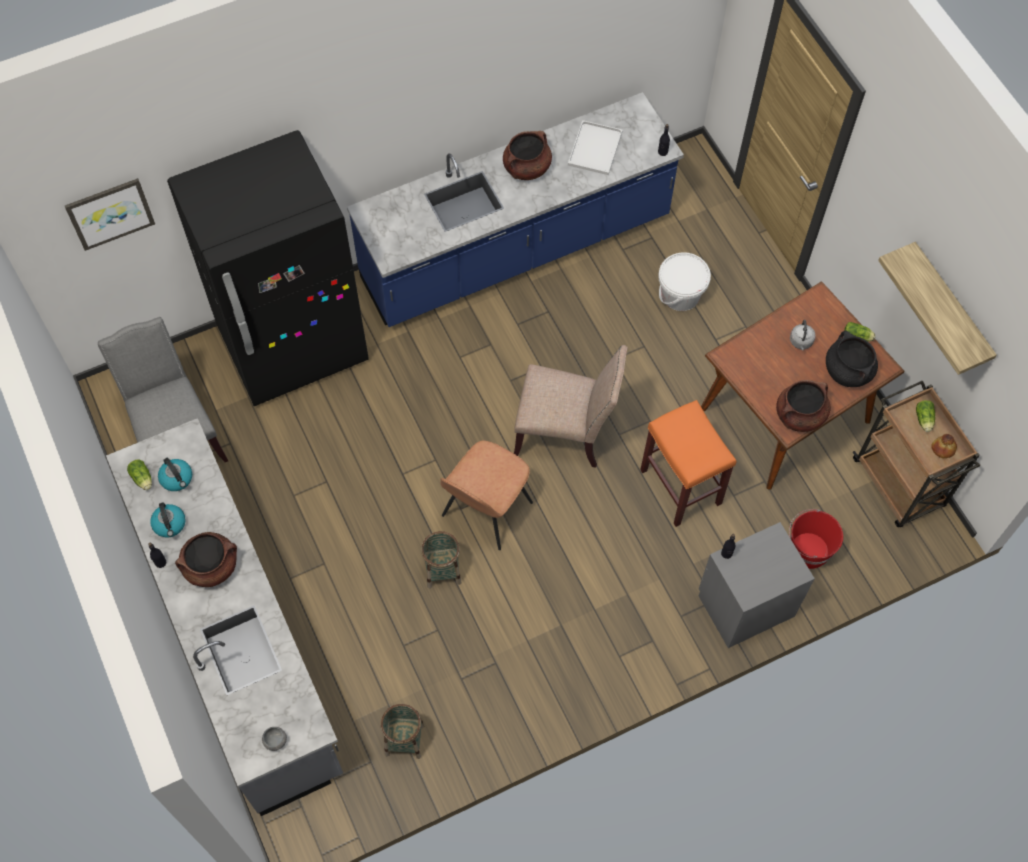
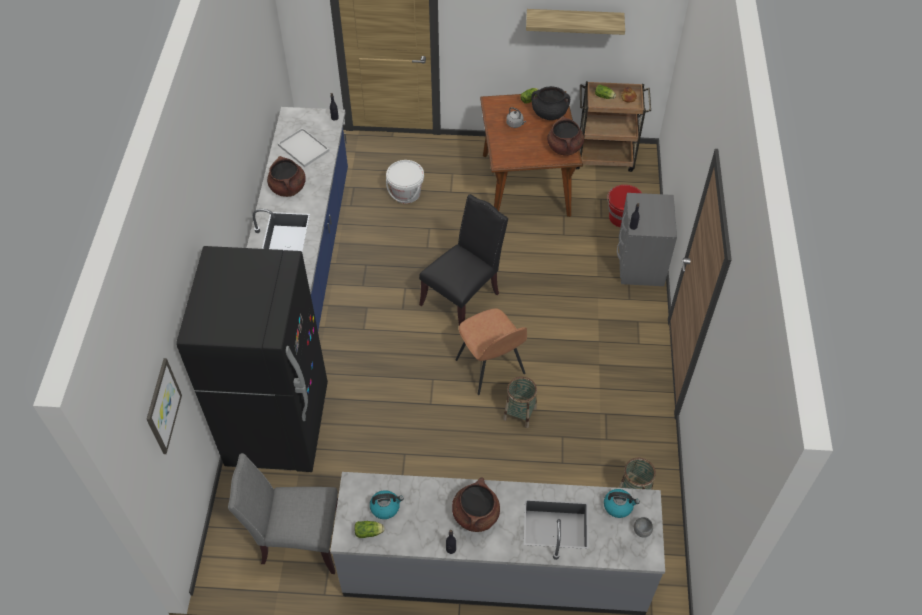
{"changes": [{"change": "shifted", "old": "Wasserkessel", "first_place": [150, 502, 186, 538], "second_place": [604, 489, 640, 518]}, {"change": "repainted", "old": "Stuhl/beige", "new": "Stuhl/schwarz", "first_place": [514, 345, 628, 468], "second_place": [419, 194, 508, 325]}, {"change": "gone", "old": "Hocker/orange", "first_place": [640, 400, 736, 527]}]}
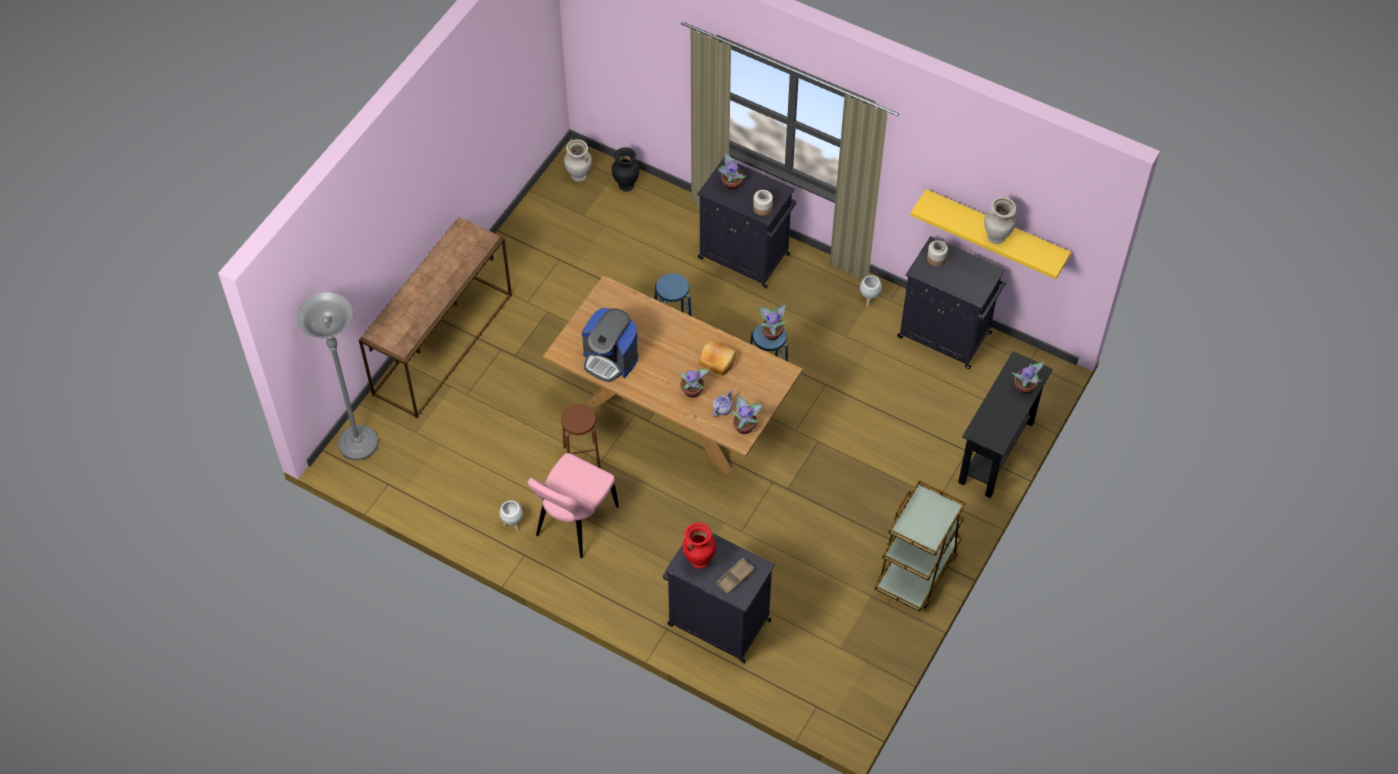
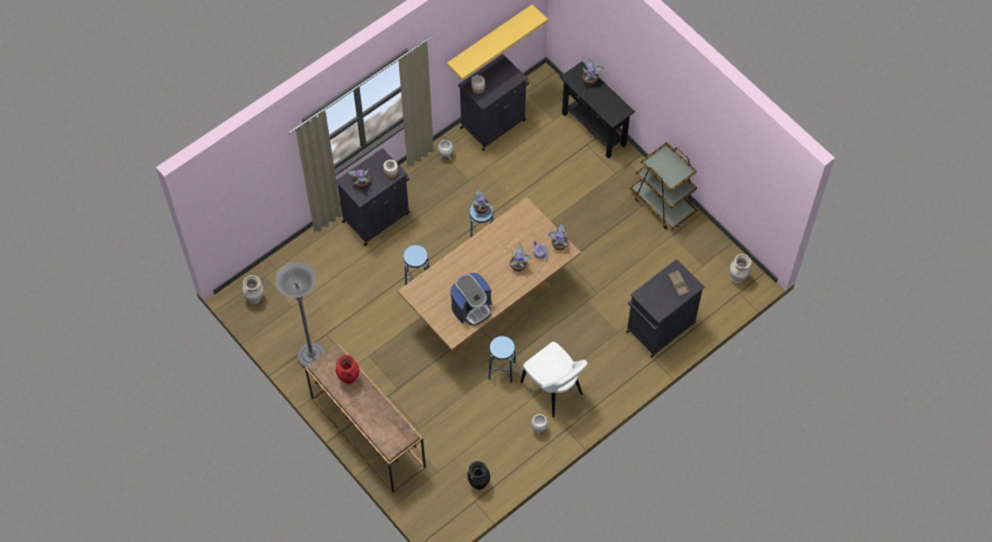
{"changes": [{"change": "shifted", "old": "Stehlampe/grau", "first_place": [296, 292, 378, 460], "second_place": [275, 262, 326, 368]}, {"change": "repainted", "old": "Stuhl/rosa", "new": "Stuhl/weiß", "first_place": [528, 453, 619, 558], "second_place": [521, 342, 588, 418]}, {"change": "repainted", "old": "Hocker/braun", "new": "Hocker/blau", "first_place": [561, 404, 601, 468], "second_place": [488, 336, 516, 383]}, {"change": "shifted", "old": "Vase/schwarz", "first_place": [612, 147, 640, 192], "second_place": [467, 461, 490, 490]}, {"change": "shifted", "old": "Vase/rot", "first_place": [682, 522, 716, 569], "second_place": [336, 355, 359, 384]}, {"change": "gone", "old": "Brot", "first_place": [699, 341, 736, 376]}, {"change": "shifted", "old": "Vase/beige", "first_place": [984, 197, 1016, 244], "second_place": [729, 254, 752, 284]}]}
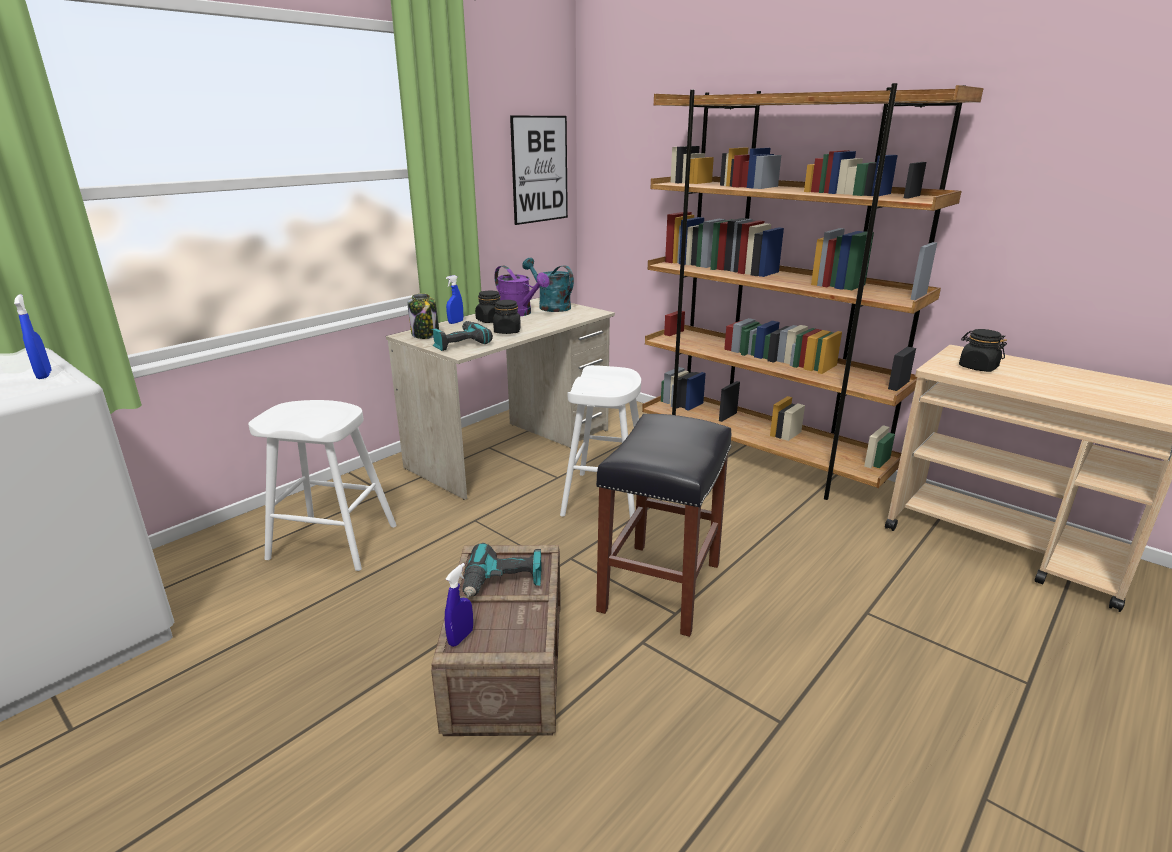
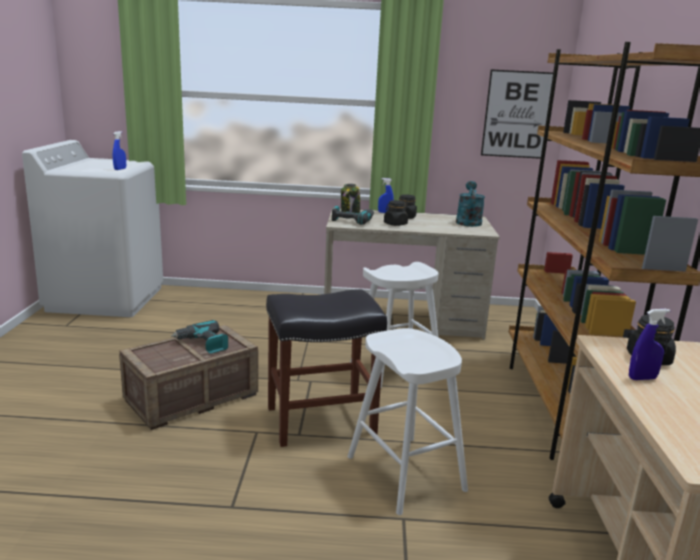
{"changes": [{"change": "shifted", "old": "Hocker/weiß", "first_place": [248, 400, 397, 571], "second_place": [348, 328, 468, 515]}, {"change": "shifted", "old": "Sprühflasche/blau", "first_place": [445, 563, 473, 647], "second_place": [629, 309, 670, 380]}, {"change": "gone", "old": "Gießkanne/lila", "first_place": [494, 266, 550, 316]}]}
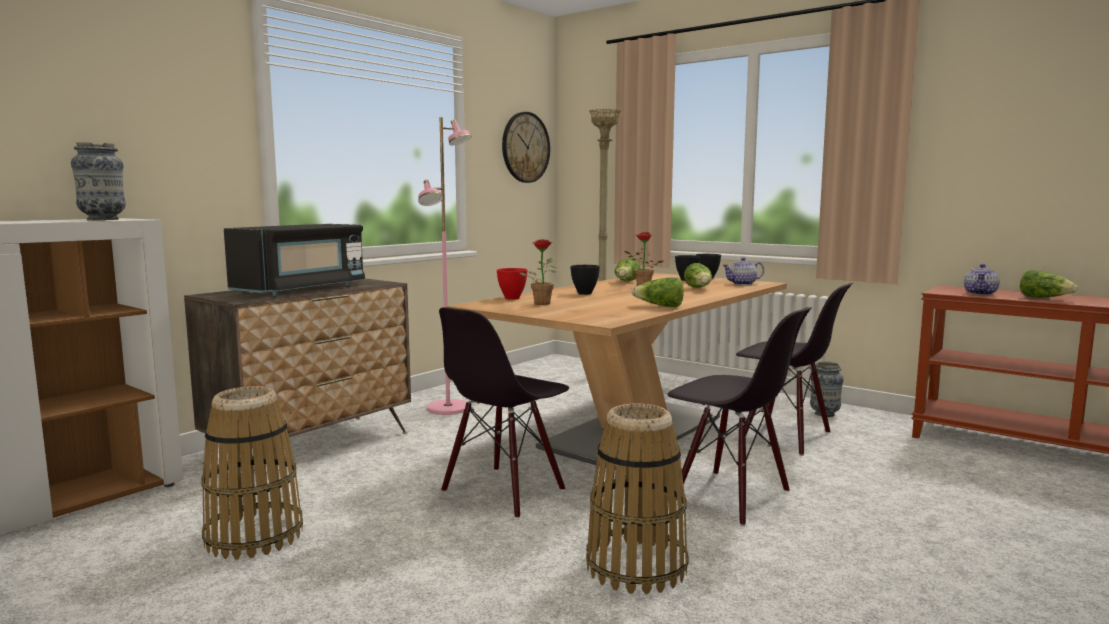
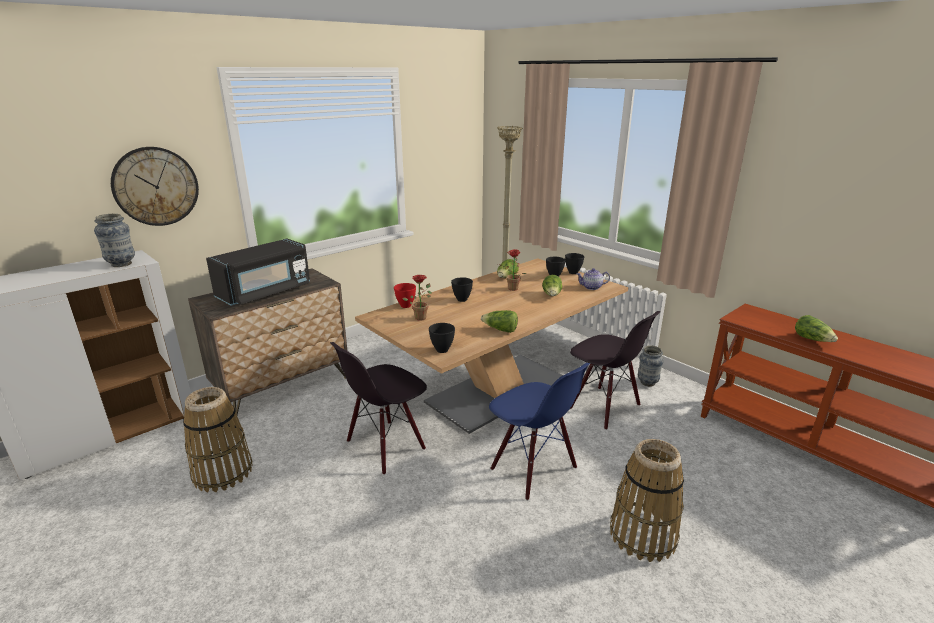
{"changes": [{"change": "gone", "old": "Stehlampe/rosa", "first_place": [418, 117, 472, 415]}, {"change": "shifted", "old": "Wanduhr", "first_place": [502, 112, 550, 183], "second_place": [111, 147, 199, 226]}, {"change": "shifted", "old": "Korb", "first_place": [586, 403, 689, 594], "second_place": [610, 439, 684, 562]}, {"change": "repainted", "old": "Stuhl/schwarz", "new": "Stuhl/blau", "first_place": [667, 307, 812, 526], "second_place": [489, 363, 590, 501]}, {"change": "gone", "old": "Teekanne", "first_place": [964, 264, 1000, 295]}, {"change": "new", "new": "Schüssel/schwarz", "second_place": [429, 323, 455, 353]}]}
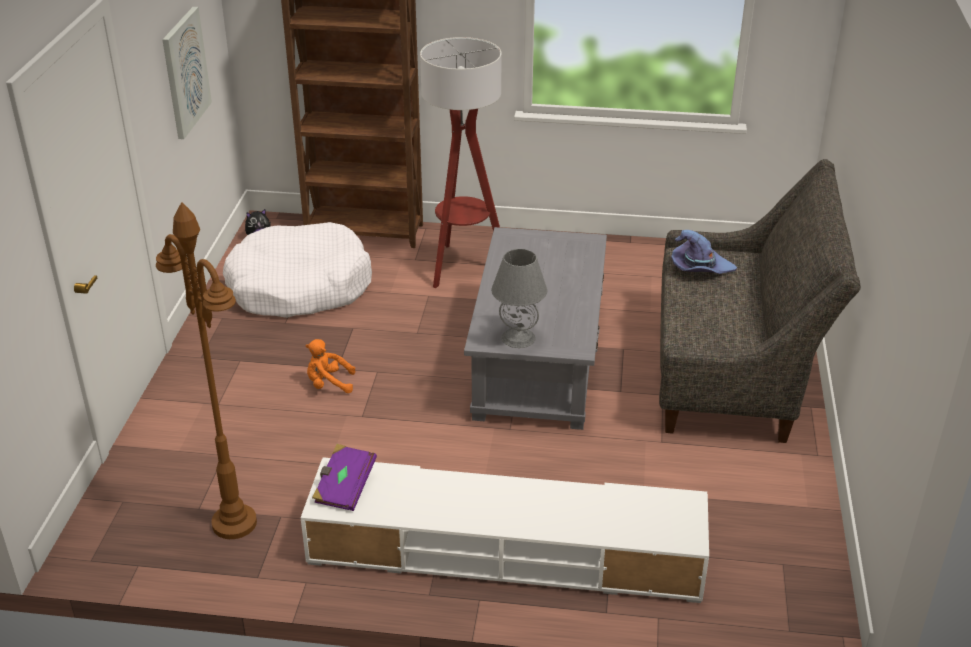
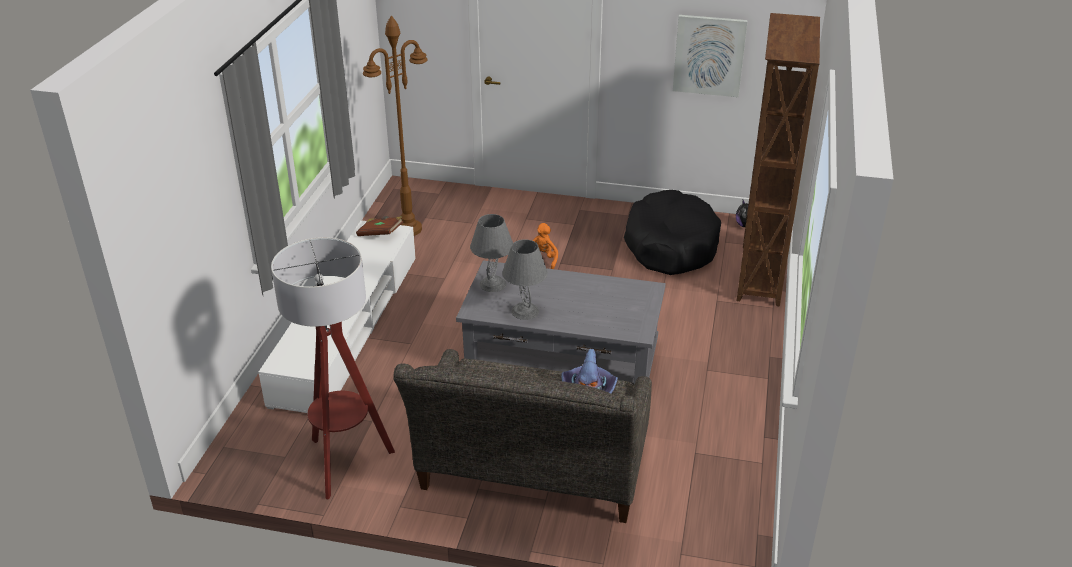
{"changes": [{"change": "repainted", "old": "Hundebett/weiß", "new": "Hundebett/schwarz", "first_place": [223, 222, 372, 318], "second_place": [624, 190, 721, 275]}, {"change": "repainted", "old": "Buch/lila", "new": "Buch/braun", "first_place": [312, 444, 377, 511], "second_place": [356, 216, 403, 236]}, {"change": "shifted", "old": "Stehlampe", "first_place": [420, 37, 502, 288], "second_place": [271, 237, 395, 499]}, {"change": "new", "new": "Tischlampe/grau", "second_place": [502, 239, 548, 320]}]}
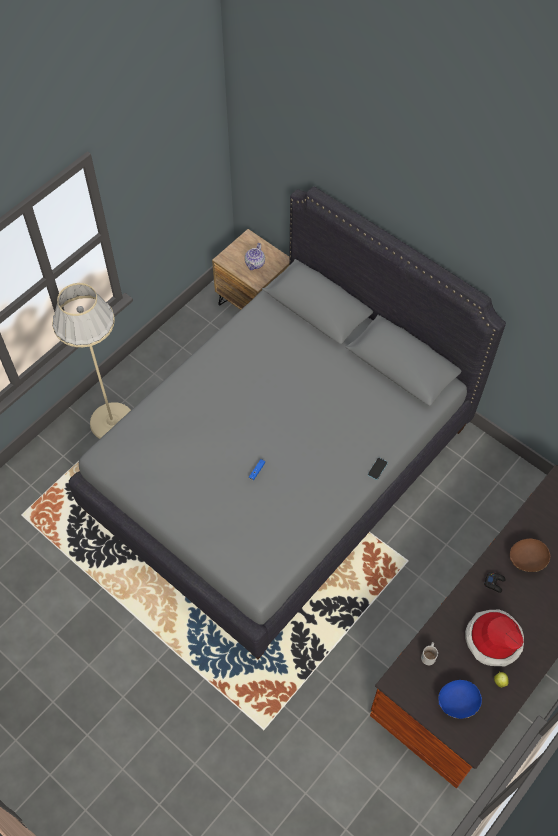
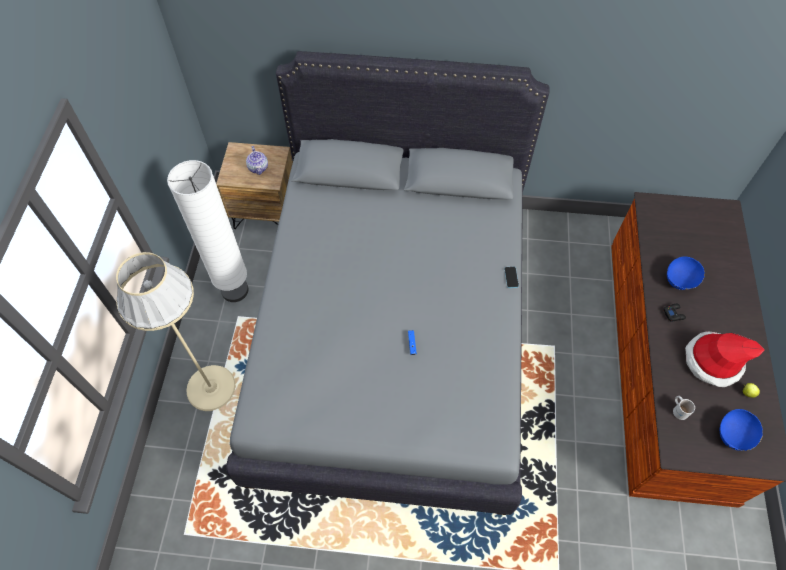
{"changes": [{"change": "repainted", "old": "Schüssel/braun", "new": "Schüssel/blau", "first_place": [510, 539, 550, 572], "second_place": [667, 256, 705, 290]}, {"change": "new", "new": "Stehlampe/weiß", "second_place": [167, 160, 249, 302]}]}
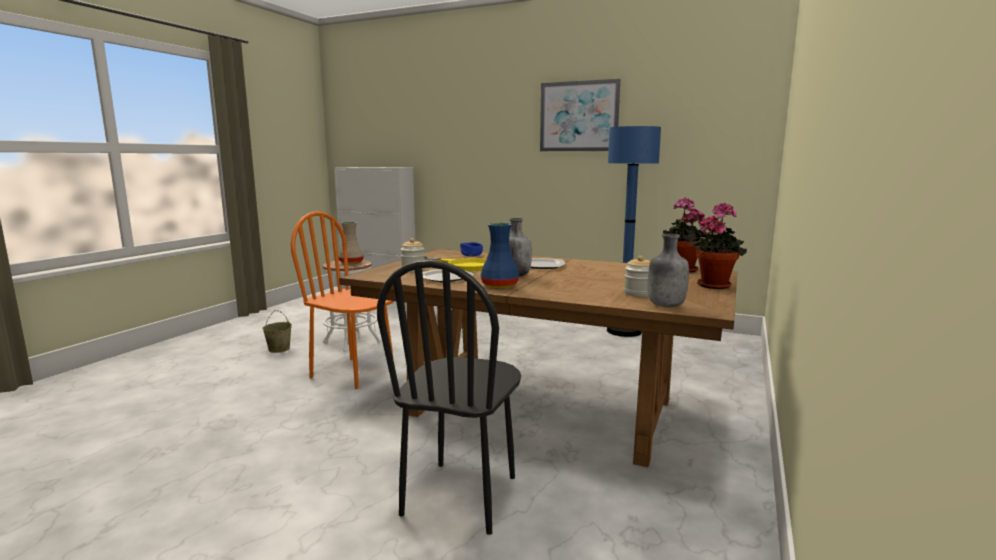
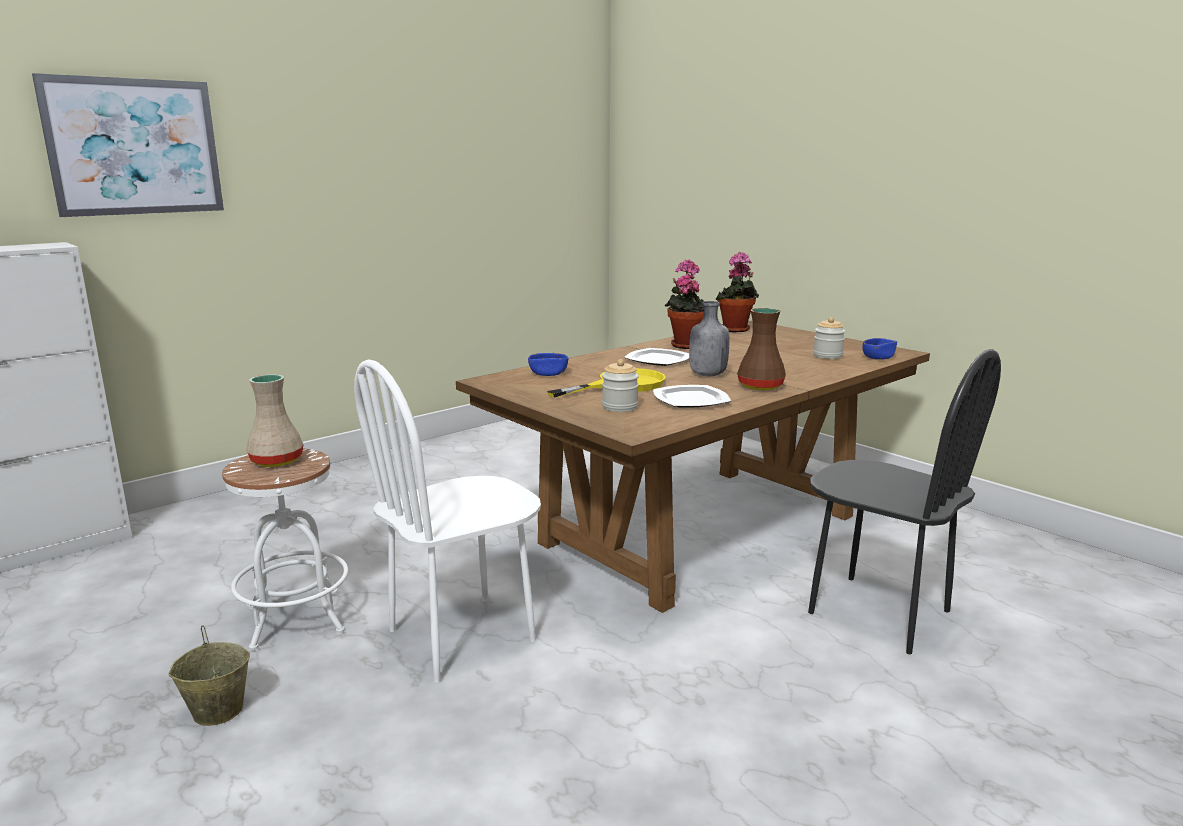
{"changes": [{"change": "repainted", "old": "Stuhl/orange", "new": "Stuhl/weiß", "first_place": [291, 212, 394, 389], "second_place": [354, 360, 541, 683]}, {"change": "repainted", "old": "Vase/blau", "new": "Vase/braun", "first_place": [480, 223, 519, 289], "second_place": [737, 308, 786, 391]}, {"change": "shifted", "old": "Bild", "first_place": [540, 79, 620, 151], "second_place": [32, 73, 224, 217]}, {"change": "gone", "old": "Stehlampe/blau", "first_place": [607, 126, 661, 337]}, {"change": "swapped", "old": "Flasche/grau", "new": "Schüssel/blau", "first_place": [648, 234, 689, 307], "second_place": [863, 338, 897, 360]}, {"change": "shifted", "old": "Topfpflanze", "first_place": [690, 202, 747, 289], "second_place": [665, 260, 704, 349]}]}
